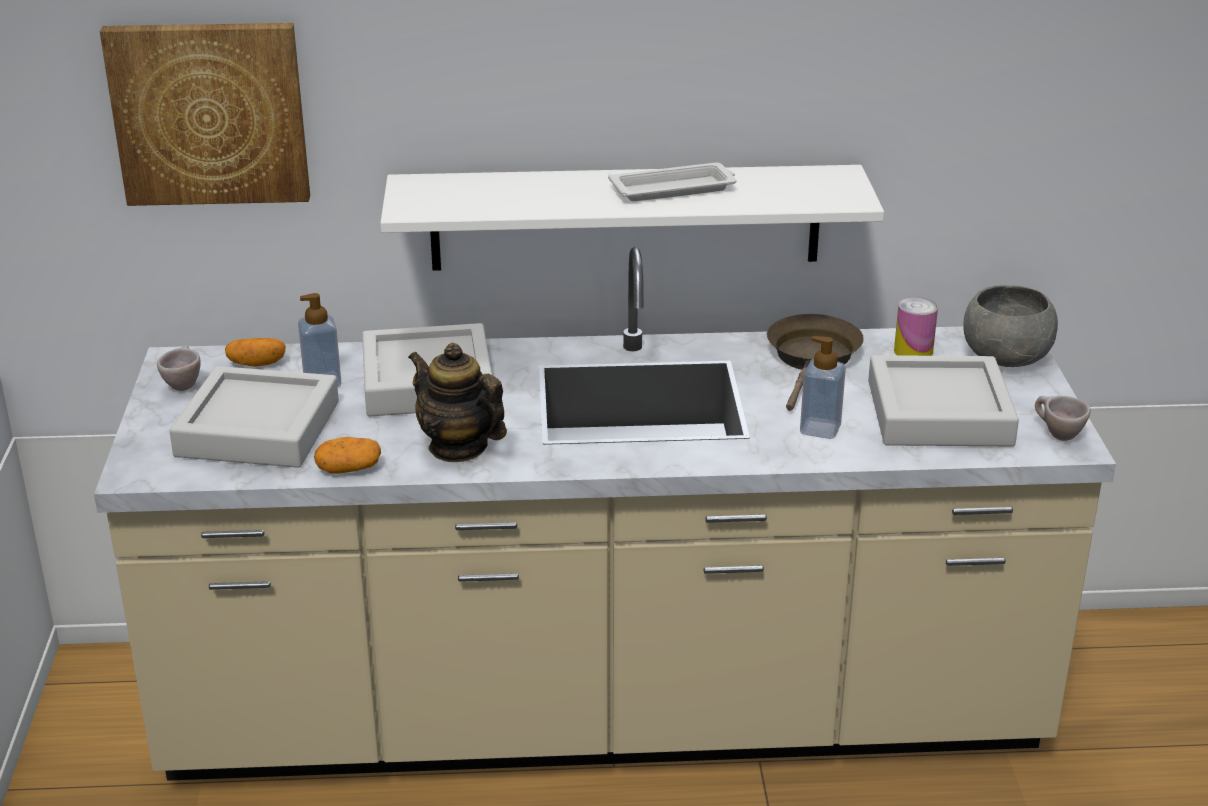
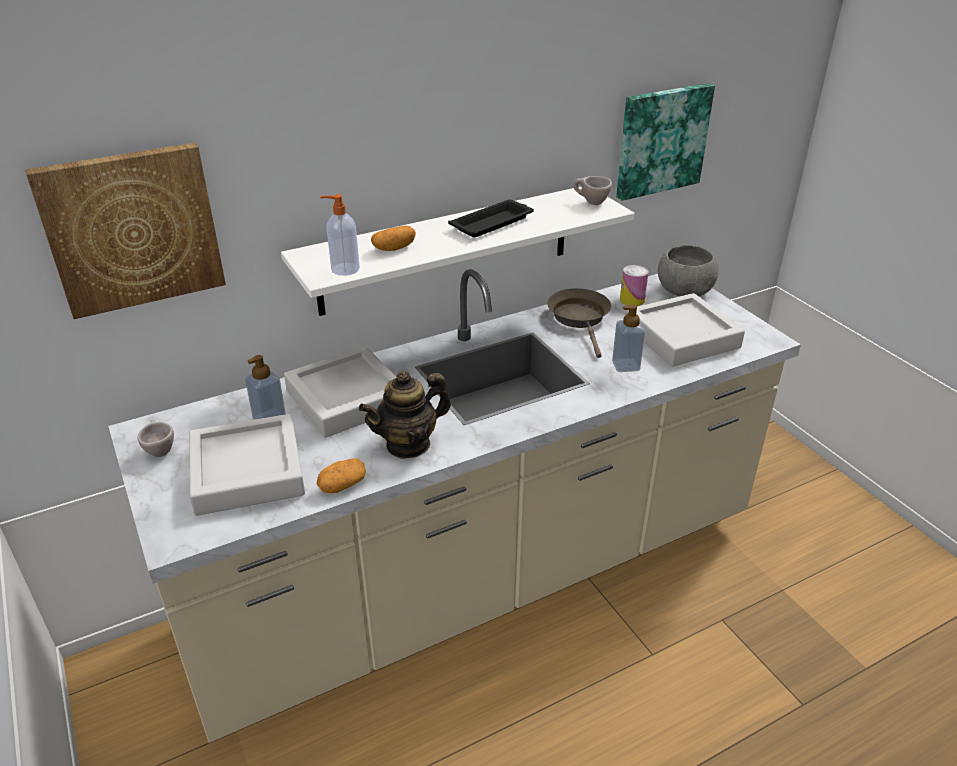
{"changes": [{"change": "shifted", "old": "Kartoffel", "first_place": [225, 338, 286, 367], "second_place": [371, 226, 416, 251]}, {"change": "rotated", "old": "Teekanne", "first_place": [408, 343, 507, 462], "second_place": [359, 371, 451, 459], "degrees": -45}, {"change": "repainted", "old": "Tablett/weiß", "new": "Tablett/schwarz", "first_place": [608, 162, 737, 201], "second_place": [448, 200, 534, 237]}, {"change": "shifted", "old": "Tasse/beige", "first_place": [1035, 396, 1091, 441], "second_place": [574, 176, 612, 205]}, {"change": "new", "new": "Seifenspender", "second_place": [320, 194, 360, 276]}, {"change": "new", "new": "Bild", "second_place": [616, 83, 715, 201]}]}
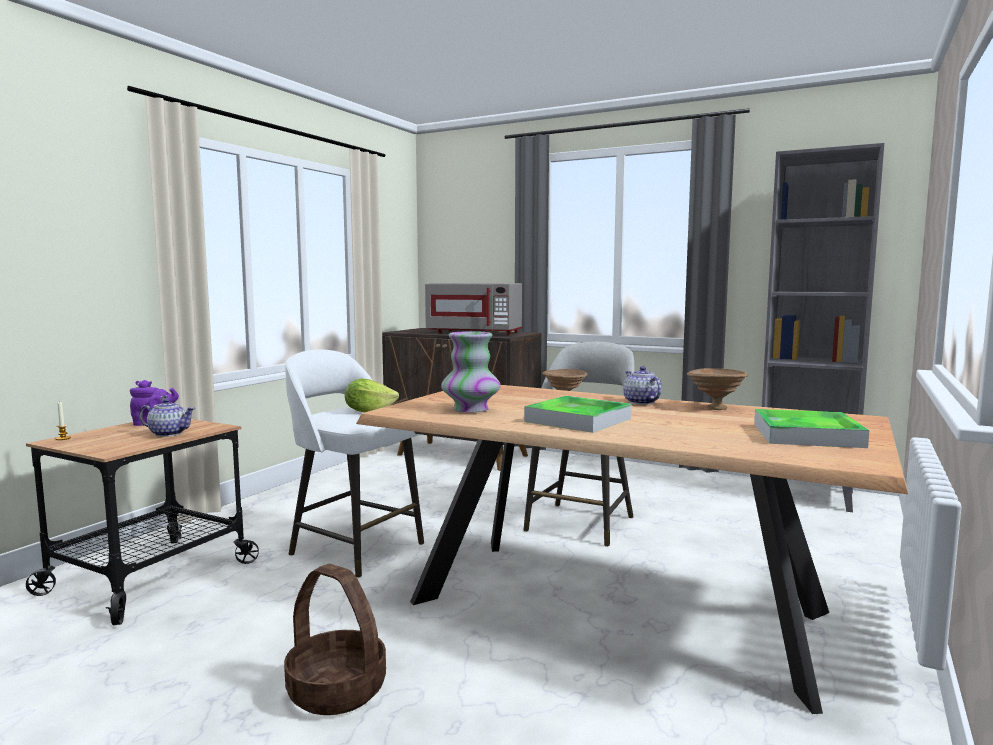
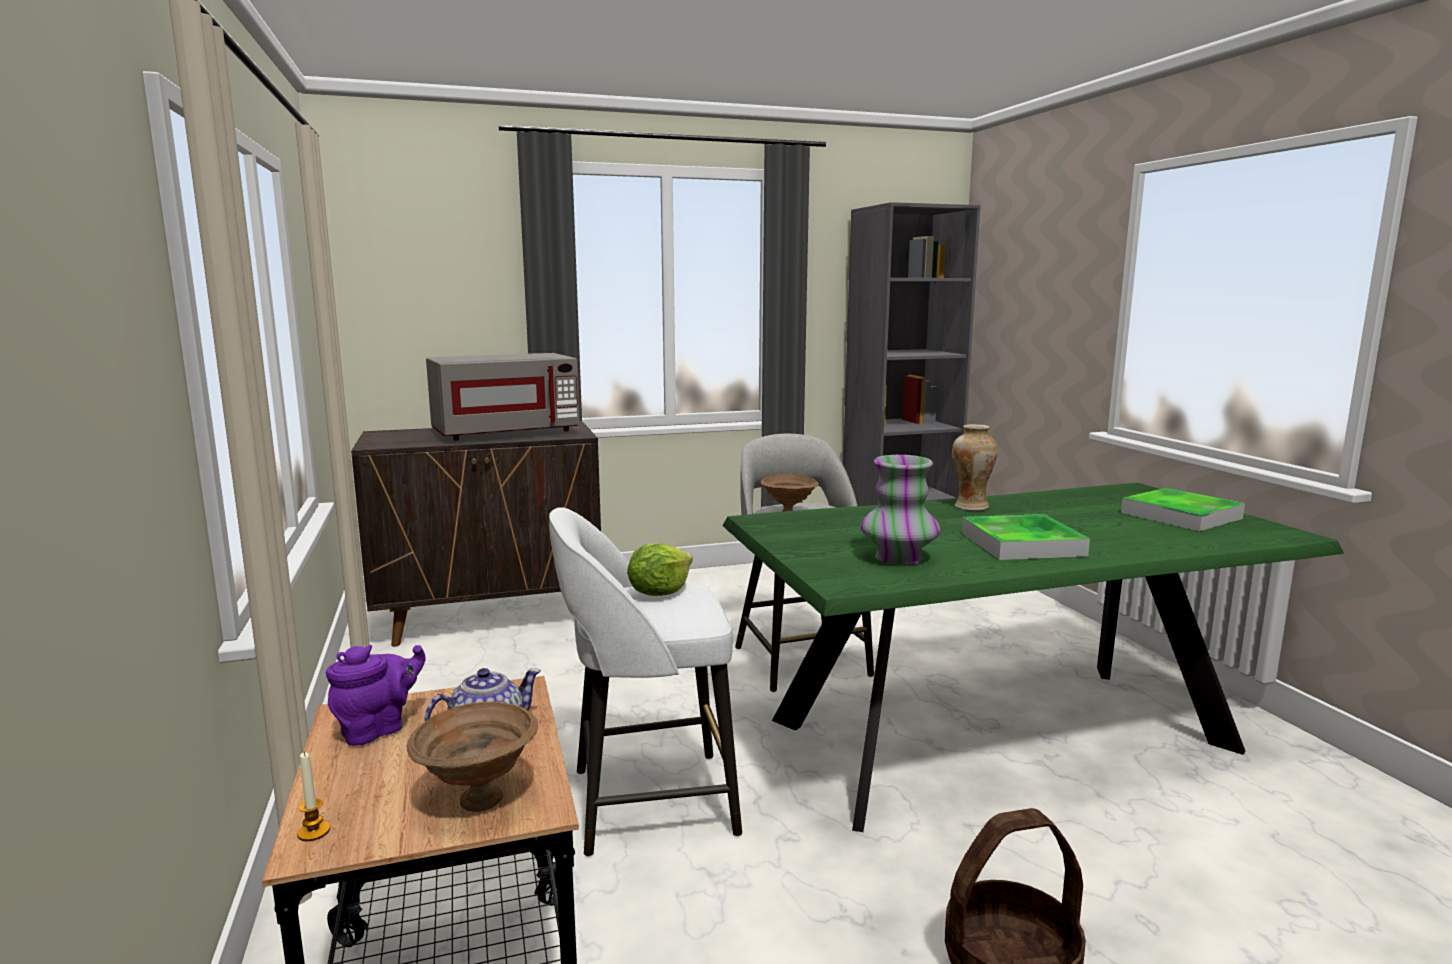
{"changes": [{"change": "repainted", "old": "Esstisch/braun", "new": "Esstisch/grün", "first_place": [356, 385, 909, 714], "second_place": [723, 483, 1344, 832]}, {"change": "swapped", "old": "Teekanne", "new": "Vase", "first_place": [623, 366, 662, 405], "second_place": [952, 424, 998, 511]}, {"change": "shifted", "old": "Schüssel/braun", "first_place": [687, 368, 749, 410], "second_place": [407, 702, 538, 812]}]}
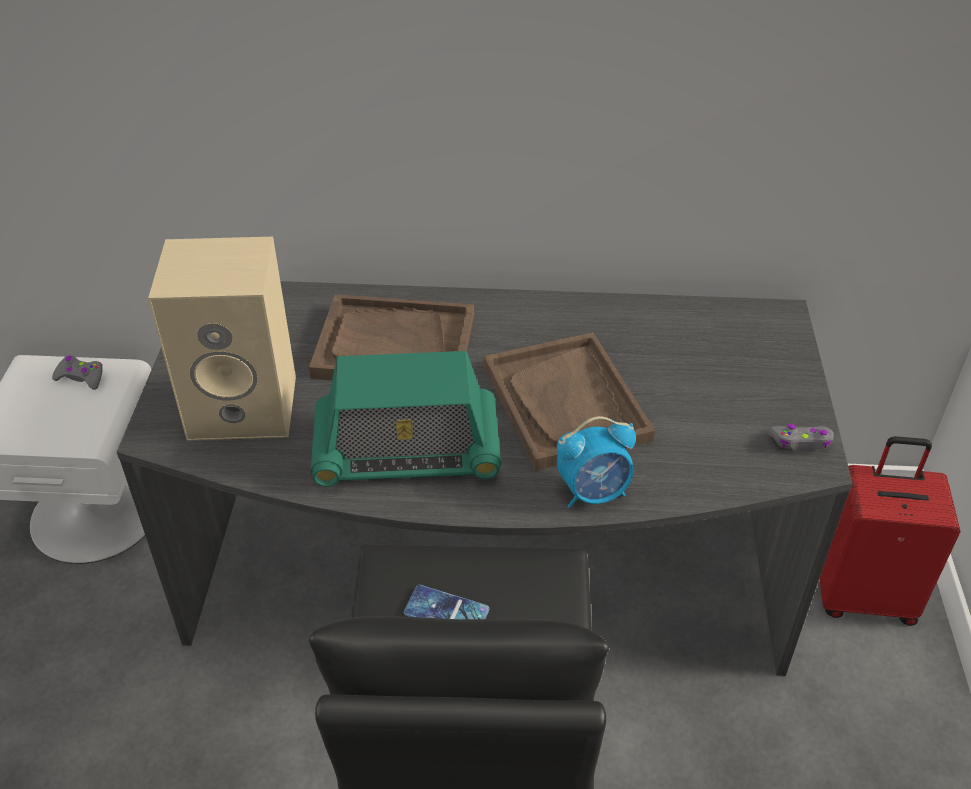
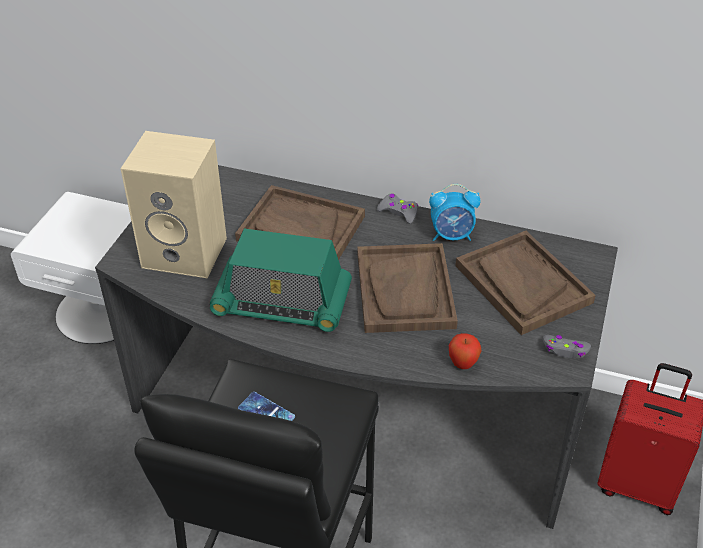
{"changes": [{"change": "shifted", "old": "Gamepad/grau", "first_place": [52, 355, 103, 390], "second_place": [377, 193, 418, 224]}, {"change": "shifted", "old": "Wecker", "first_place": [557, 416, 636, 508], "second_place": [429, 184, 481, 241]}, {"change": "new", "new": "Apfel", "second_place": [449, 333, 482, 369]}, {"change": "new", "new": "Tablett/braun", "second_place": [455, 231, 596, 335]}]}
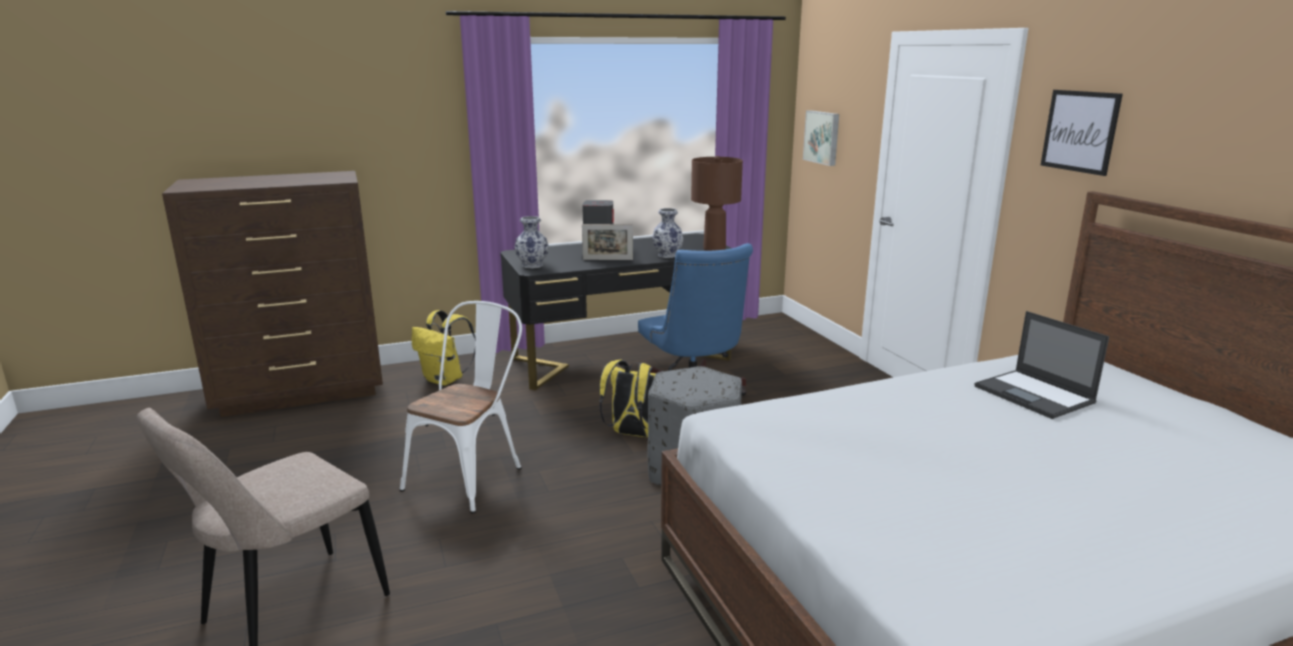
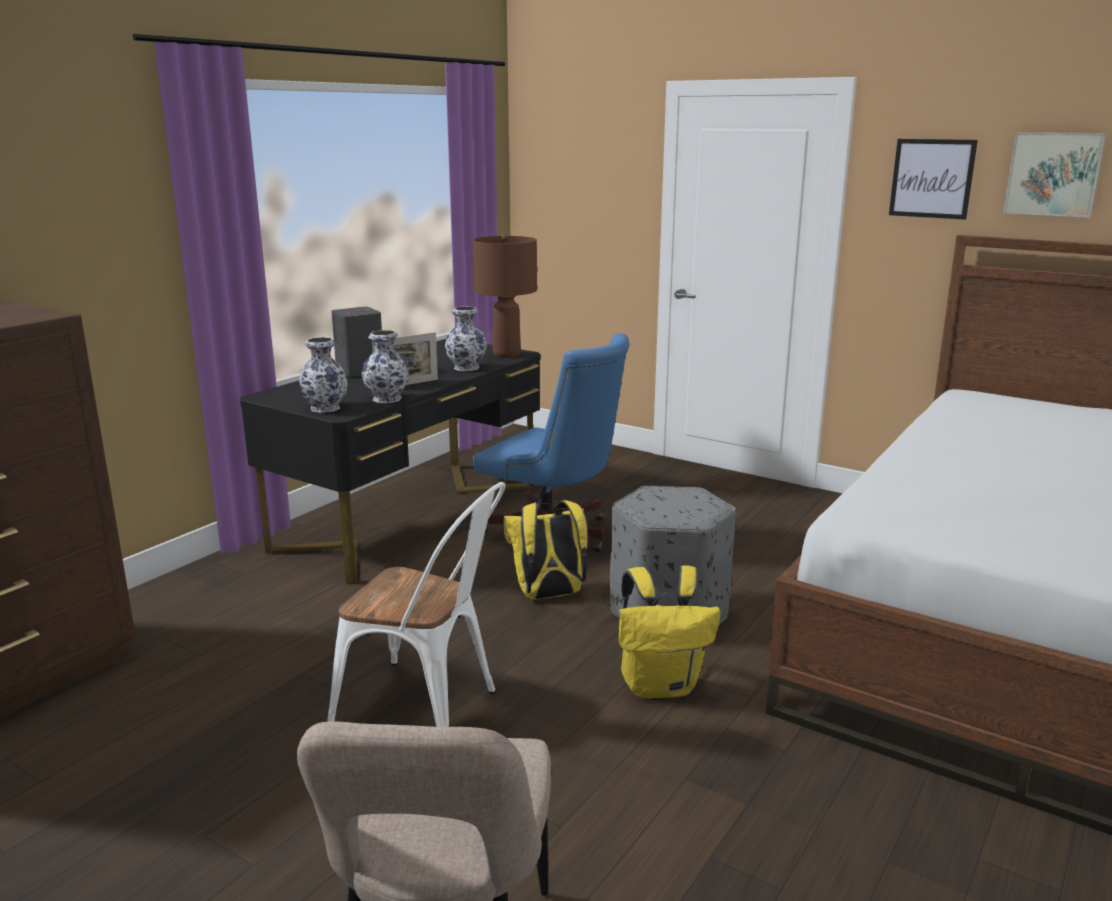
{"changes": [{"change": "rotated", "old": "Stuhl/weiß", "first_place": [400, 301, 522, 513], "second_place": [327, 482, 505, 727], "degrees": 120}, {"change": "shifted", "old": "Rucksack/gelb", "first_place": [412, 310, 475, 386], "second_place": [619, 566, 721, 699]}, {"change": "shifted", "old": "Bild", "first_place": [803, 110, 839, 166], "second_place": [1003, 133, 1106, 218]}, {"change": "gone", "old": "Laptop", "first_place": [974, 311, 1109, 419]}, {"change": "new", "new": "Vase", "second_place": [362, 330, 410, 403]}]}
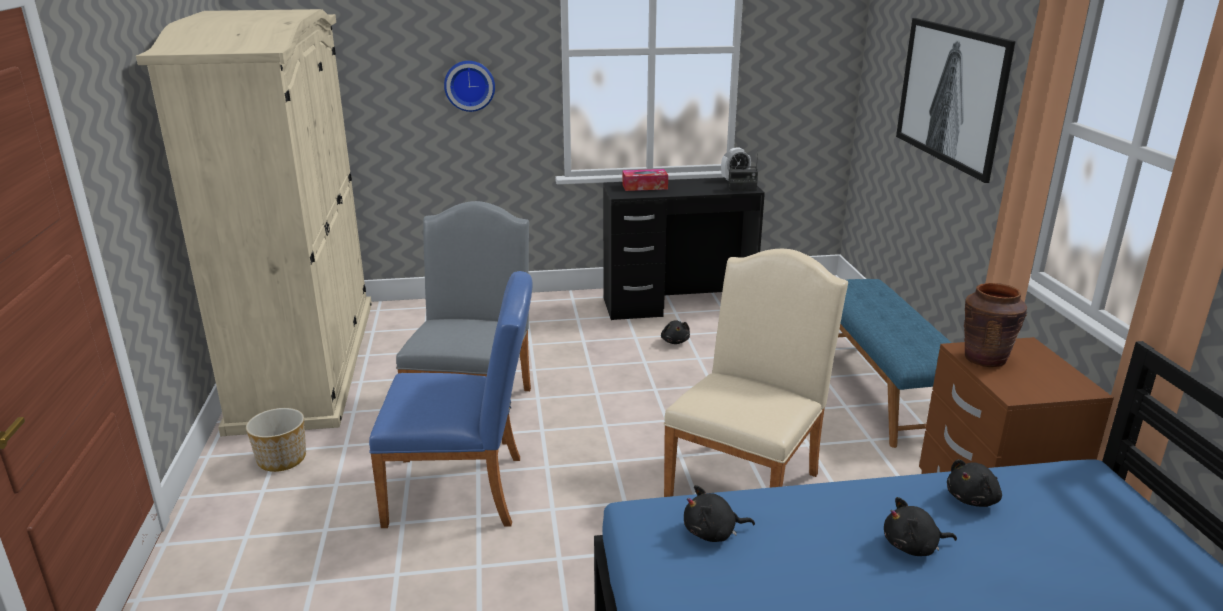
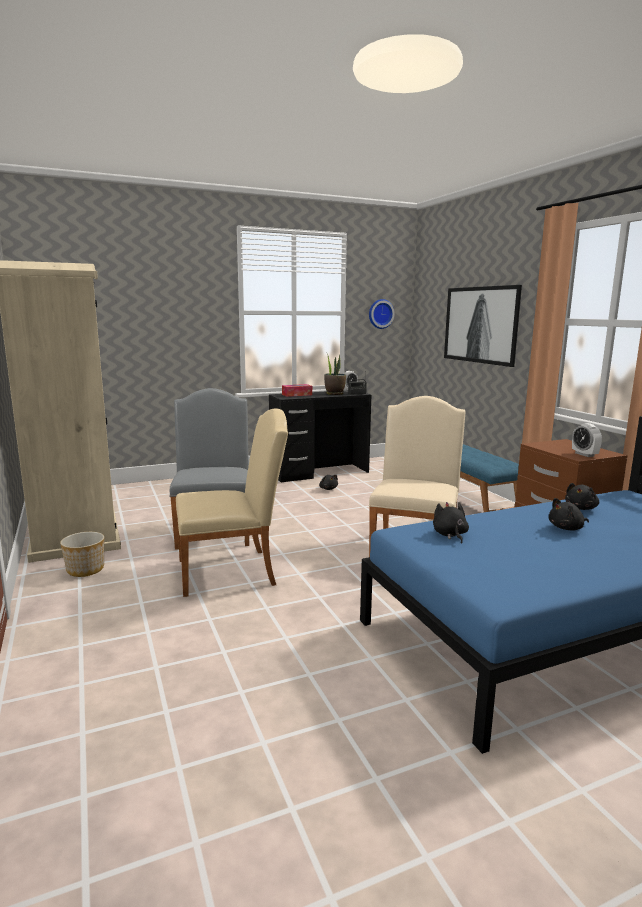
{"changes": [{"change": "repainted", "old": "Stuhl/blau", "new": "Stuhl/beige", "first_place": [369, 271, 532, 528], "second_place": [176, 408, 288, 597]}, {"change": "shifted", "old": "Wanduhr", "first_place": [444, 61, 495, 112], "second_place": [369, 299, 395, 329]}, {"change": "rotated", "old": "Plüschtier/schwarz", "first_place": [684, 485, 755, 542], "second_place": [433, 502, 469, 544], "degrees": 105}, {"change": "gone", "old": "Vase/braun", "first_place": [964, 283, 1027, 367]}, {"change": "new", "new": "Topfpflanze", "second_place": [324, 352, 346, 395]}, {"change": "new", "new": "Wecker", "second_place": [572, 423, 602, 457]}]}
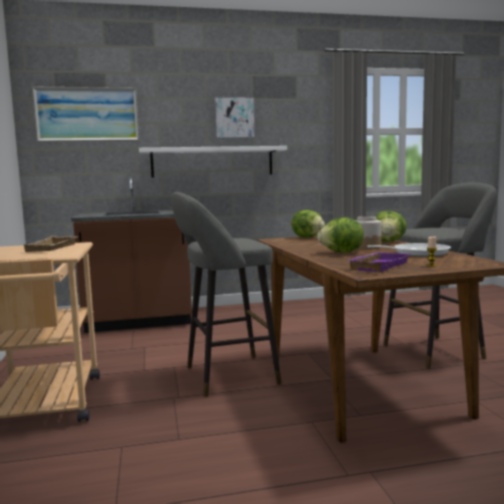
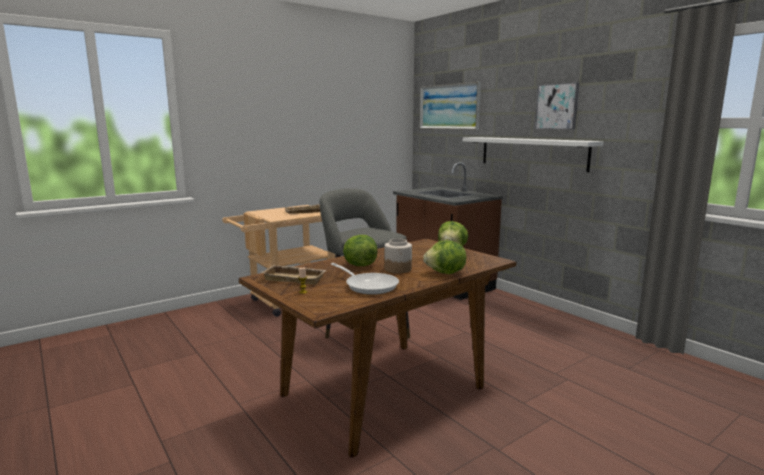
{"changes": [{"change": "repainted", "old": "Tablett/lila", "new": "Tablett/beige", "first_place": [349, 252, 409, 272], "second_place": [262, 265, 327, 285]}, {"change": "gone", "old": "Hocker/grau", "first_place": [383, 182, 497, 369]}]}
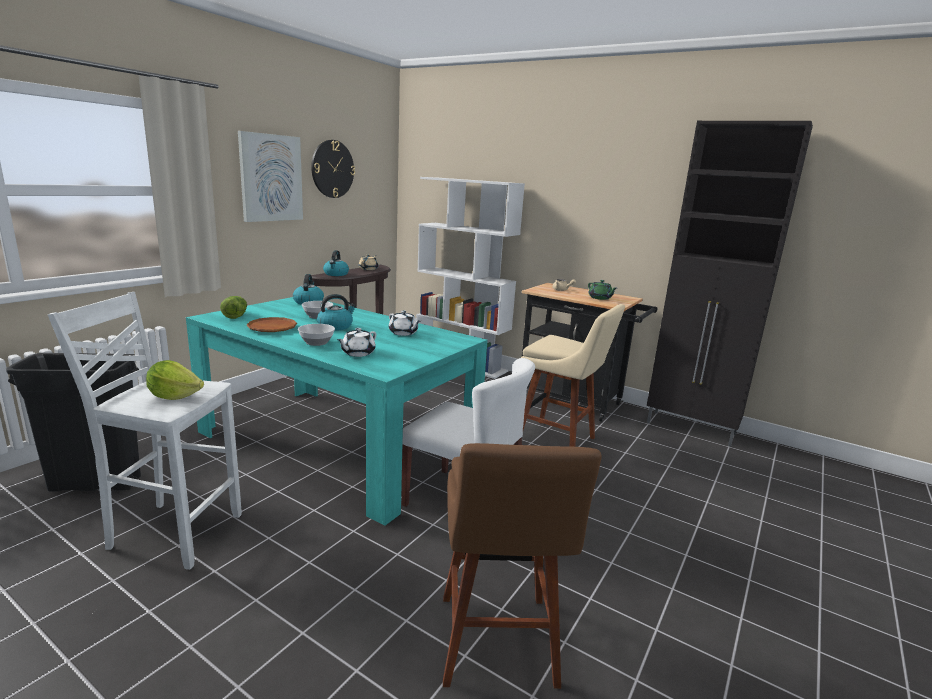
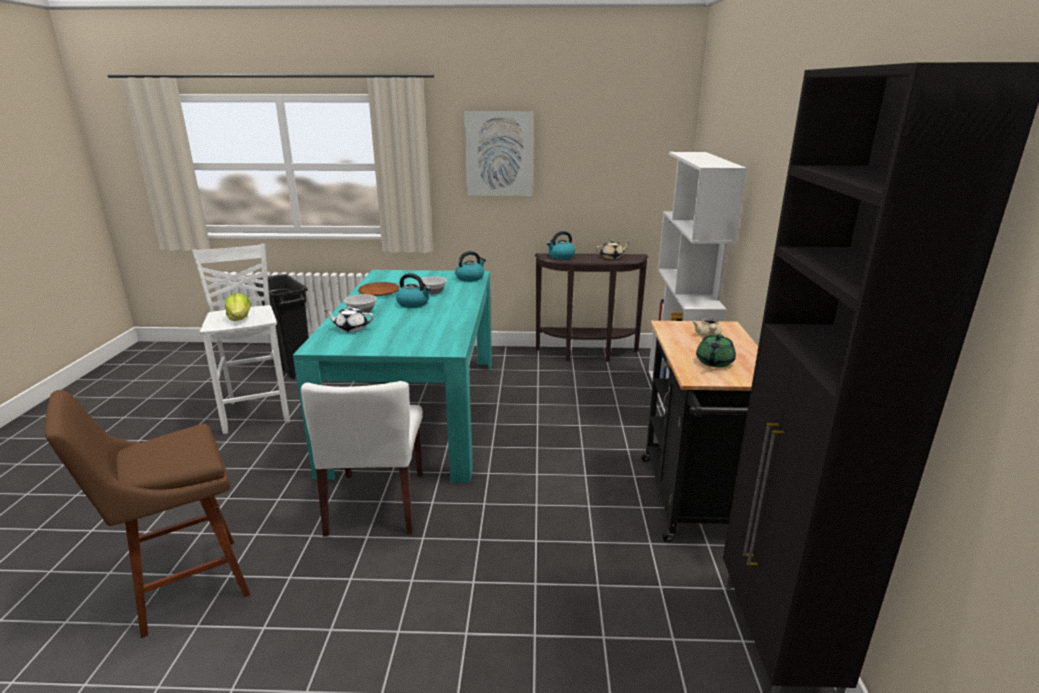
{"changes": [{"change": "gone", "old": "Salatkopf", "first_place": [220, 296, 247, 319]}, {"change": "gone", "old": "Wanduhr", "first_place": [311, 140, 355, 198]}, {"change": "gone", "old": "Teekanne/weiß", "first_place": [389, 311, 420, 336]}, {"change": "gone", "old": "Hocker/beige", "first_place": [521, 304, 625, 447]}]}
